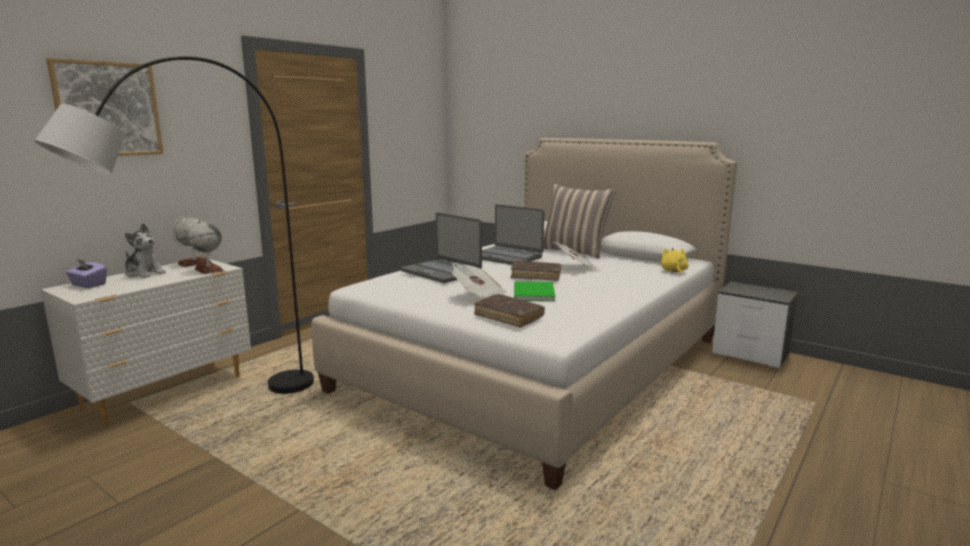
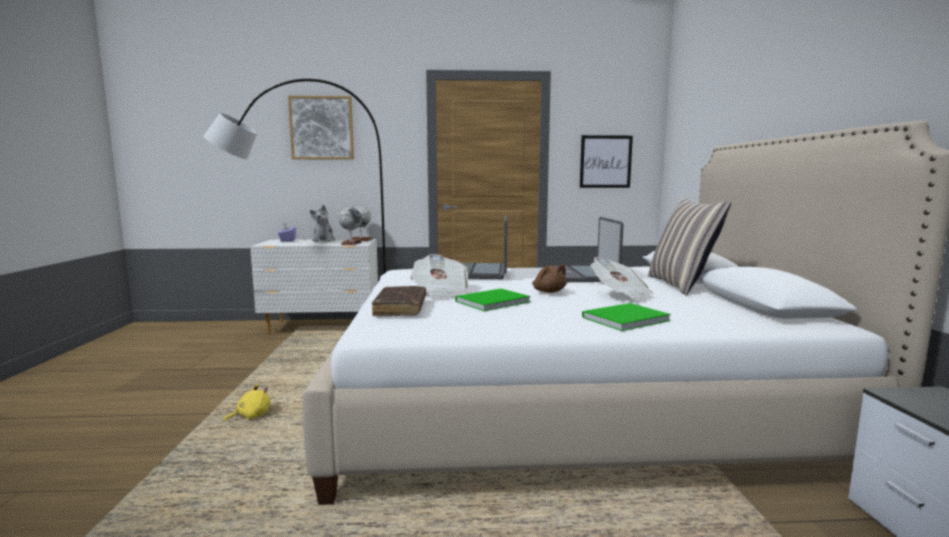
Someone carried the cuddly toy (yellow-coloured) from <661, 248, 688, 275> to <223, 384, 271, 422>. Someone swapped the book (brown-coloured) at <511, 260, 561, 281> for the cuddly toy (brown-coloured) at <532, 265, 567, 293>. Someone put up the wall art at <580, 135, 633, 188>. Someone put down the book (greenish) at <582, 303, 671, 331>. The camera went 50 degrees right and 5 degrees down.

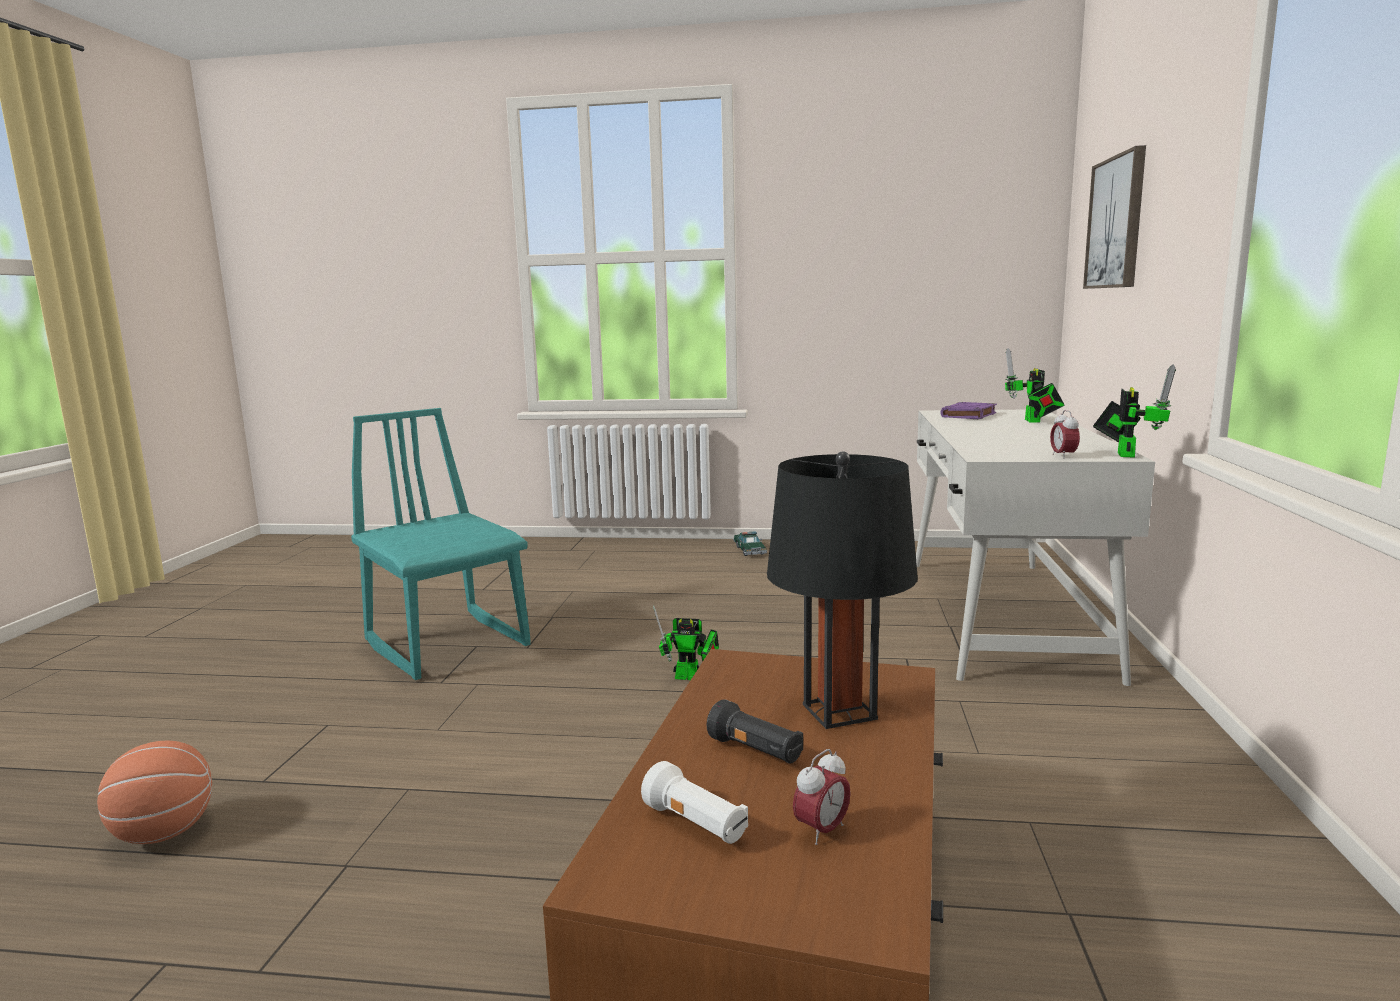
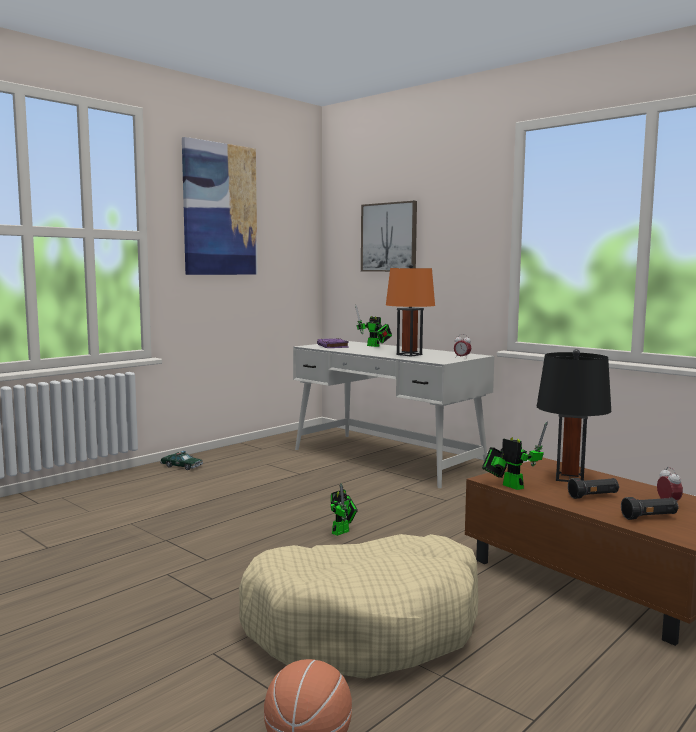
Someone put up the wall art at <182, 137, 258, 275>. Someone put down the dog cushion (beige) at <239, 534, 478, 679>. Someone put down the lamp for a table (orangey) at <386, 264, 435, 357>. Someone carried the robot figure from <1093, 364, 1176, 457> to <482, 421, 548, 490>. Someone repainted the flashlight (white-coloured) at <641, 761, 748, 844>, which became the flashlight (blackish) at <621, 497, 678, 520>. Someone took away the upright chair (blue-green) at <351, 408, 531, 680>. The camera went 55 degrees left and 5 degrees down.

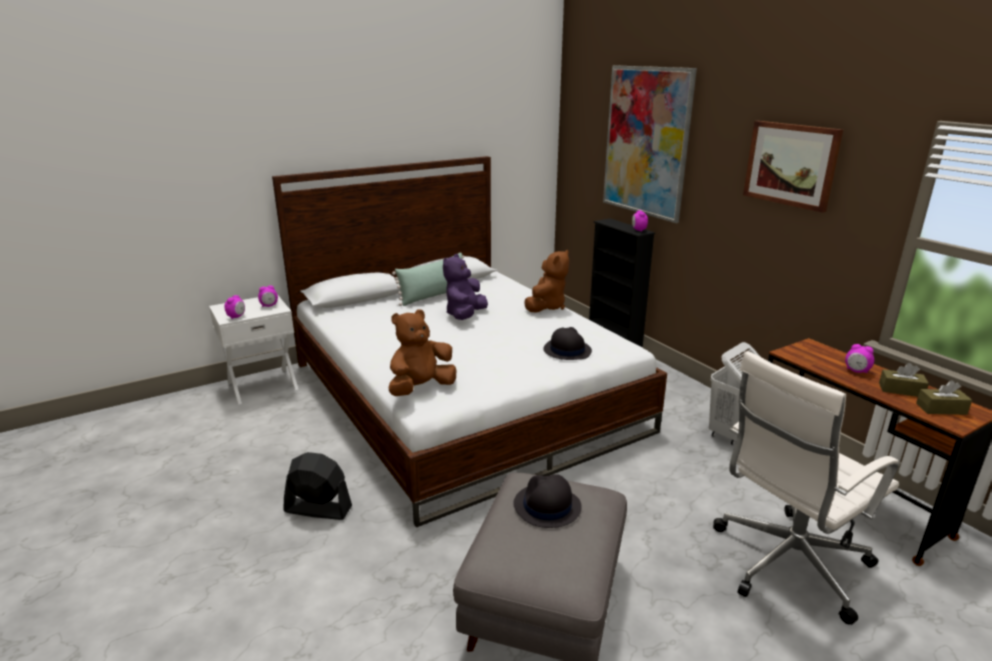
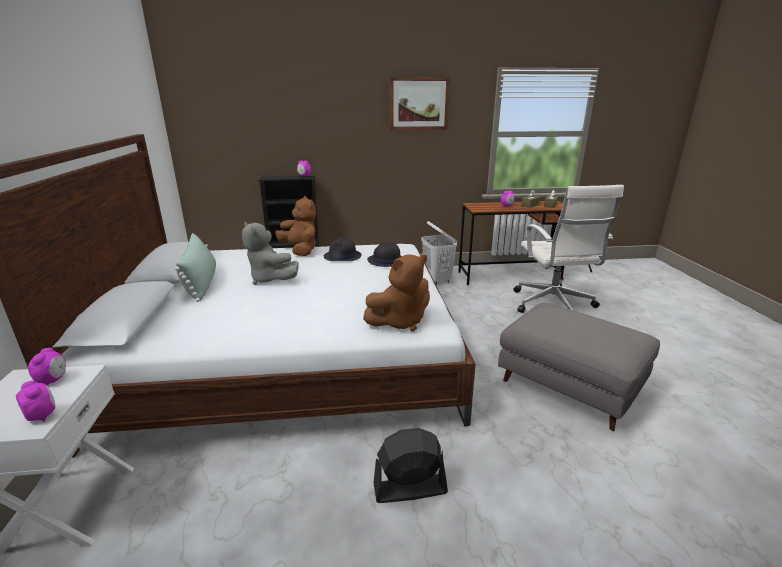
Someone repainted the cuddly toy (purplish) at <443, 254, 488, 320>, which became the cuddly toy (grey) at <242, 222, 299, 285>. Someone carried the clothing hat (blackish) from <513, 474, 582, 528> to <324, 238, 361, 261>. Someone rotated the cuddly toy (brown-coloured) at <389, 309, 456, 396> by 105 degrees counterclockwise. Someone rotated the fan (blackish) at <283, 452, 352, 520> by 45 degrees clockwise. Someone took away the wall art at <603, 65, 697, 223>. The camera went 65 degrees left and 0 degrees up.

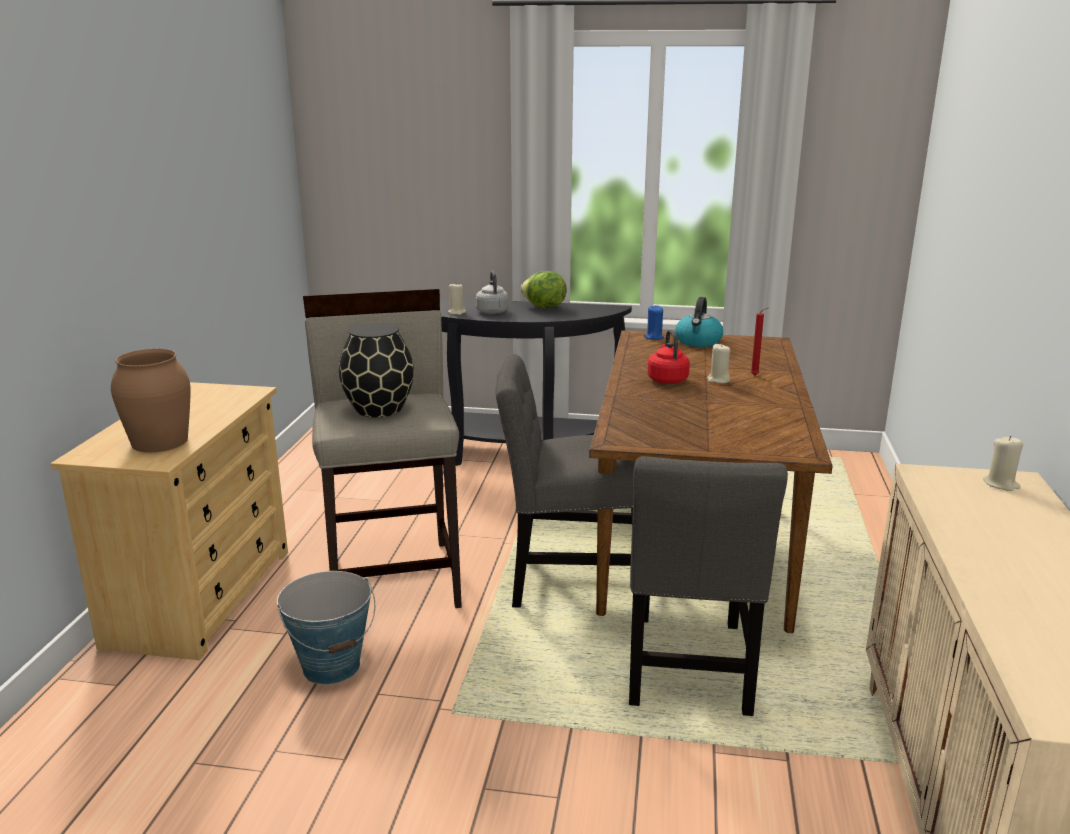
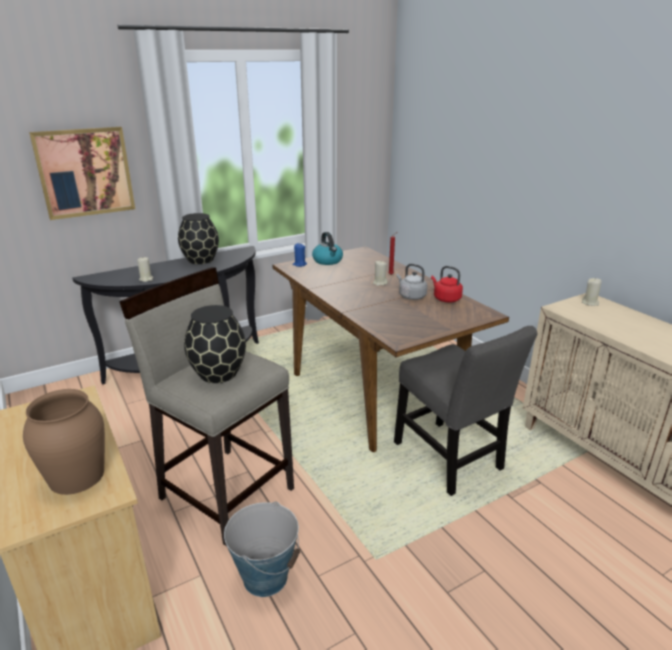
Someone put up the wall art at <29, 127, 135, 220>. Someone swapped the lettuce at <521, 271, 567, 308> for the decorative vase (blackish) at <178, 213, 219, 264>. Someone carried the water kettle (grey) from <476, 271, 509, 314> to <396, 264, 428, 300>. Someone carried the water kettle (red) from <647, 330, 690, 384> to <431, 266, 463, 302>. Someone took away the upright chair (grey) at <495, 354, 635, 608>. The camera went 40 degrees left and 5 degrees up.

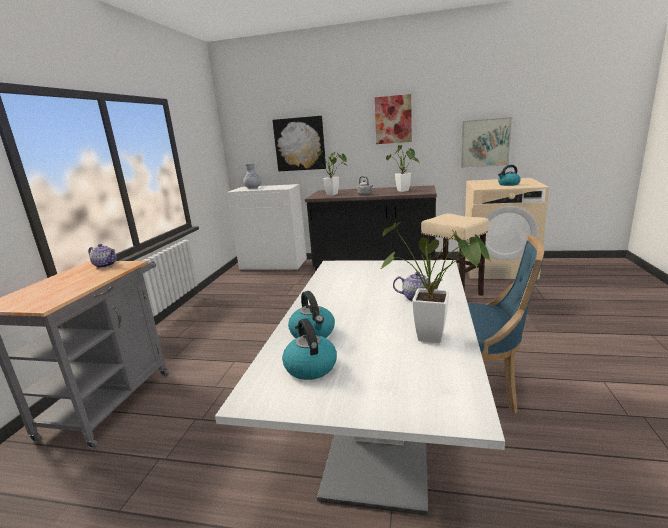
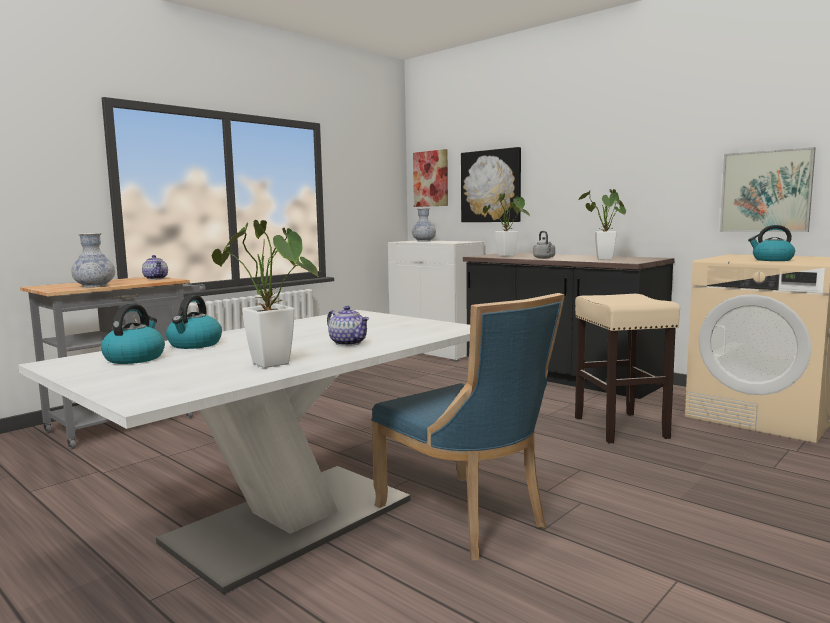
Someone put down the decorative vase at <71, 233, 115, 287>. Someone carried the wall art from <375, 94, 412, 144> to <413, 149, 448, 207>. The camera went 30 degrees right and 10 degrees down.

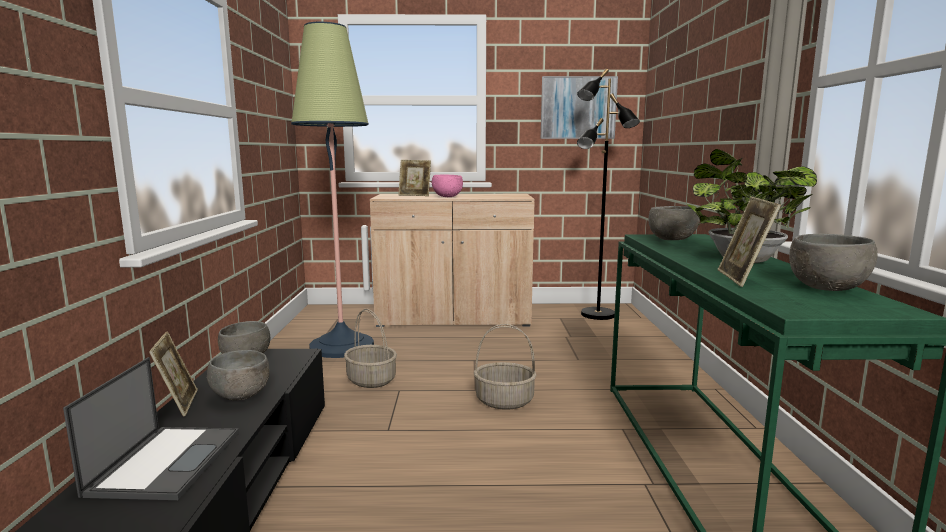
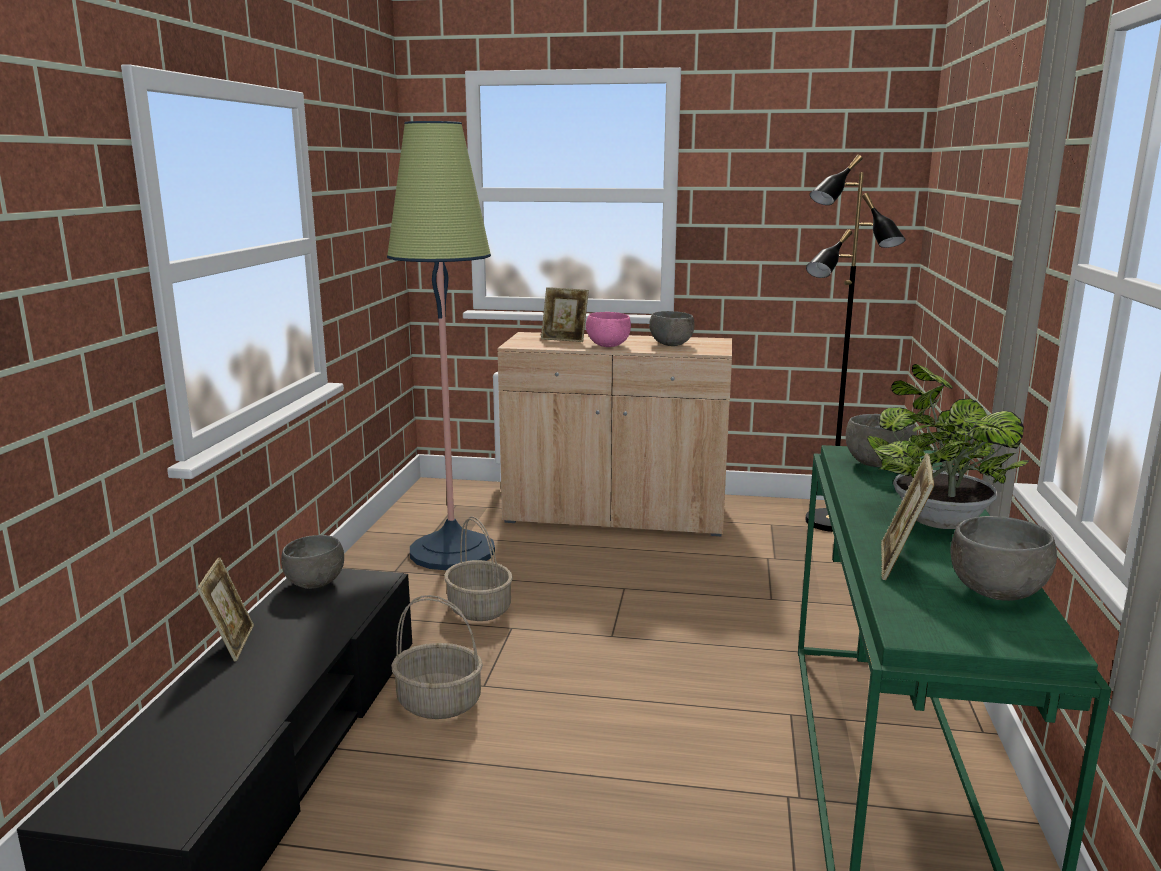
Someone carried the basket from <474, 324, 537, 410> to <391, 595, 483, 719>. Someone carried the serving bowl (grey) from <207, 350, 270, 401> to <649, 311, 694, 346>. Someone took away the laptop at <63, 357, 239, 500>. Someone took away the wall art at <541, 76, 618, 139>. The camera went 10 degrees right and 5 degrees up.

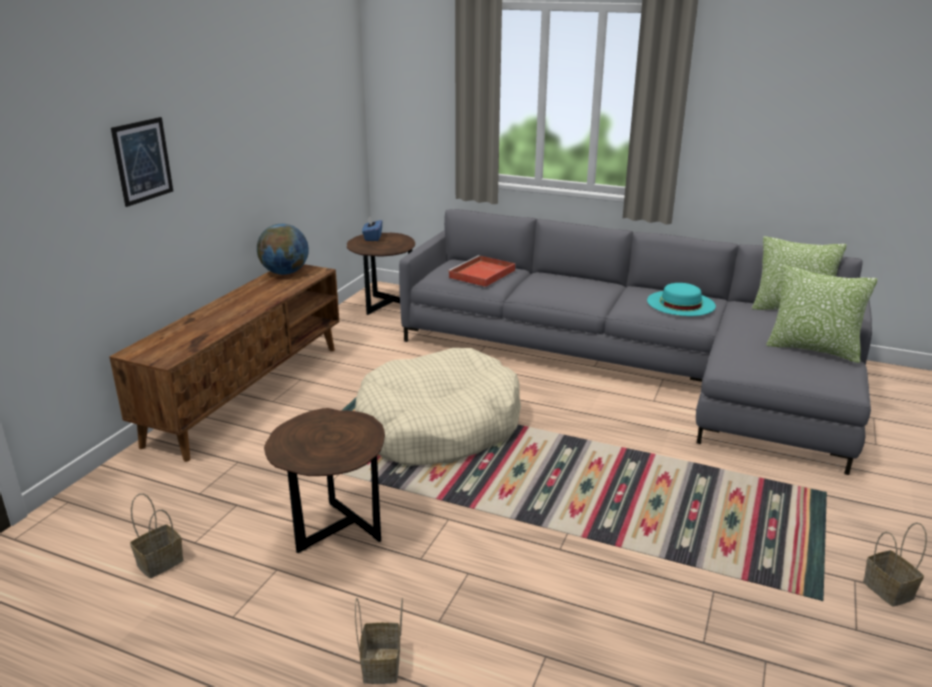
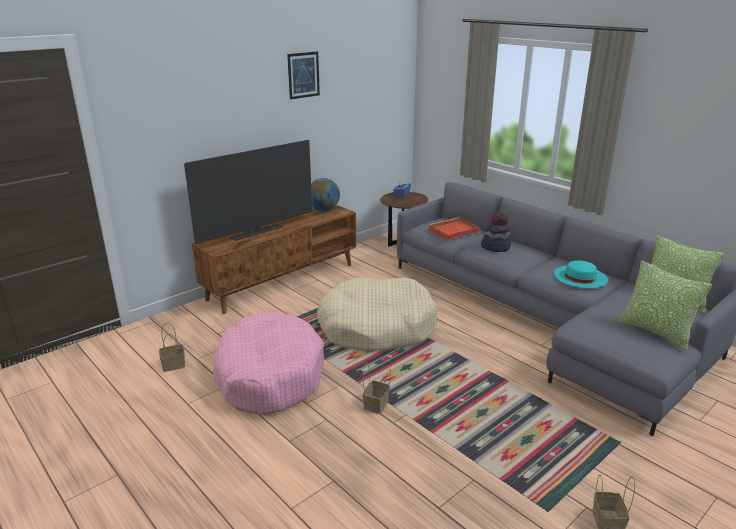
Someone put down the television at <184, 140, 312, 244>. Someone swapped the side table (brown-coloured) at <264, 408, 385, 553> for the dog cushion (pink) at <213, 311, 324, 415>. Someone carried the wall art from <111, 117, 173, 207> to <287, 51, 320, 100>. Someone carried the basket from <355, 598, 403, 684> to <363, 362, 391, 414>. Someone put down the clothing hat at <481, 212, 511, 252>. The camera went 25 degrees right and 0 degrees up.

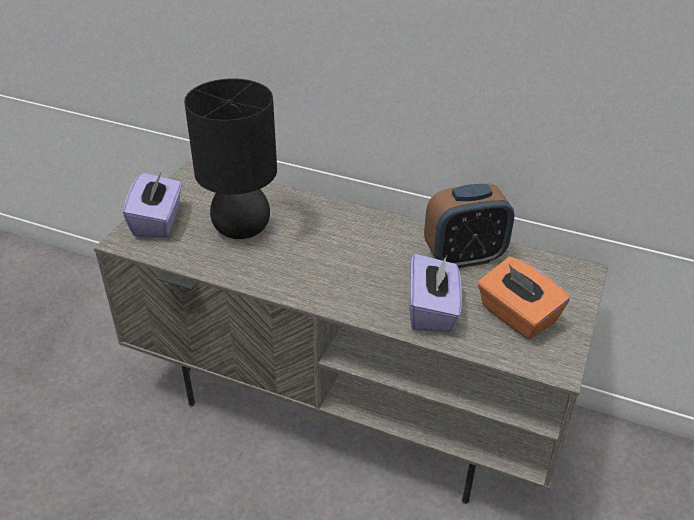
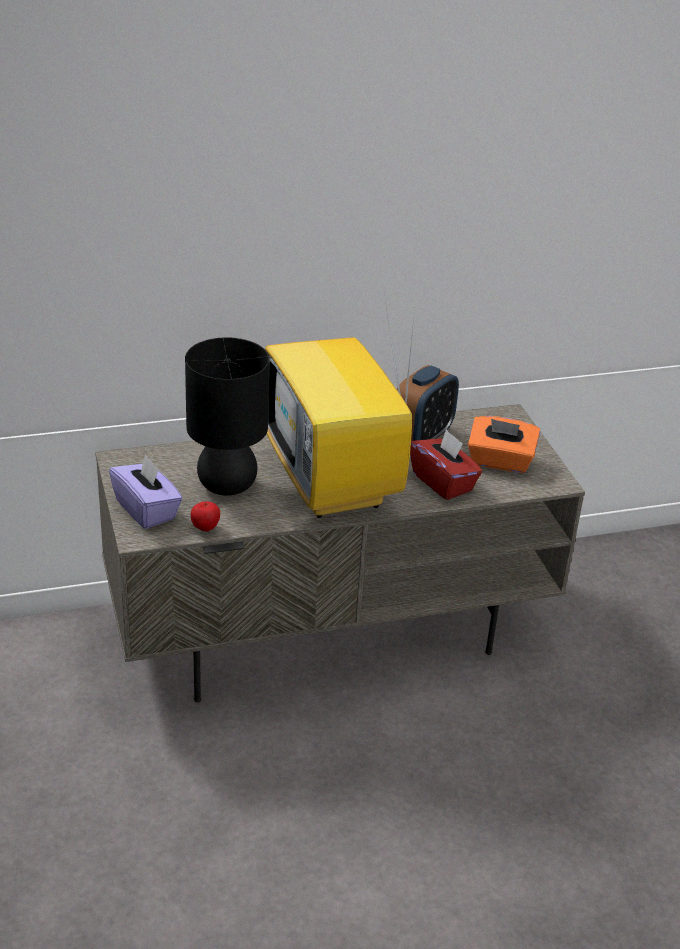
Someone put down the whole apple at <191, 502, 220, 531>. Someone put down the television at <265, 296, 415, 518>. Someone repainted the tissue box (purplish) at <409, 254, 462, 332>, which became the tissue box (red) at <410, 429, 483, 500>. The camera went 40 degrees left and 5 degrees down.

